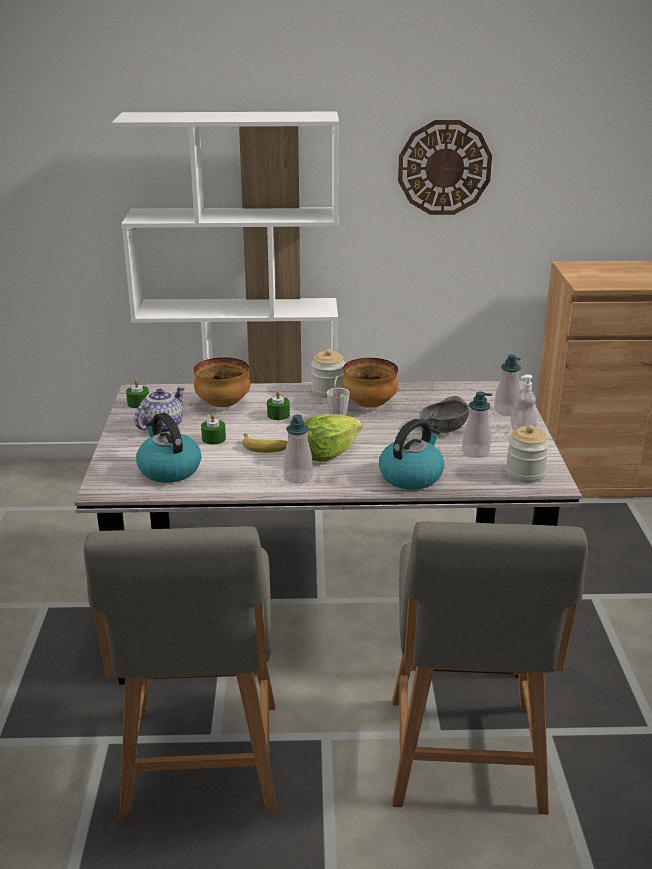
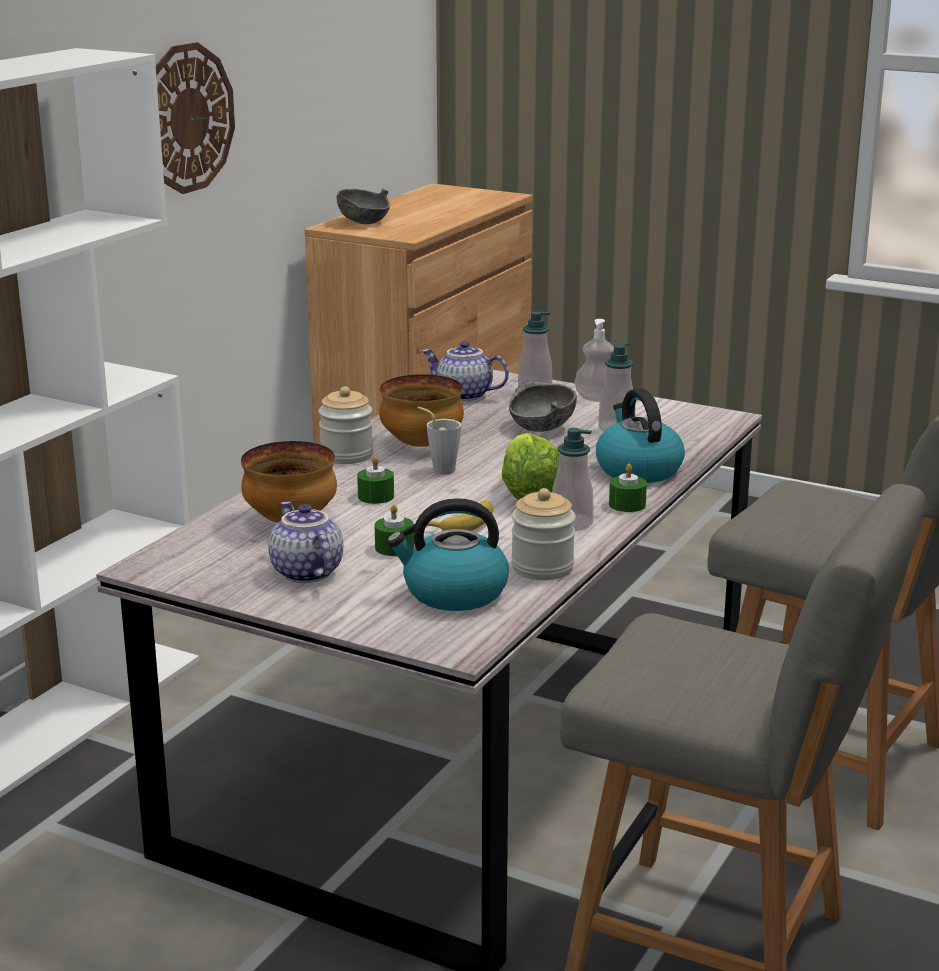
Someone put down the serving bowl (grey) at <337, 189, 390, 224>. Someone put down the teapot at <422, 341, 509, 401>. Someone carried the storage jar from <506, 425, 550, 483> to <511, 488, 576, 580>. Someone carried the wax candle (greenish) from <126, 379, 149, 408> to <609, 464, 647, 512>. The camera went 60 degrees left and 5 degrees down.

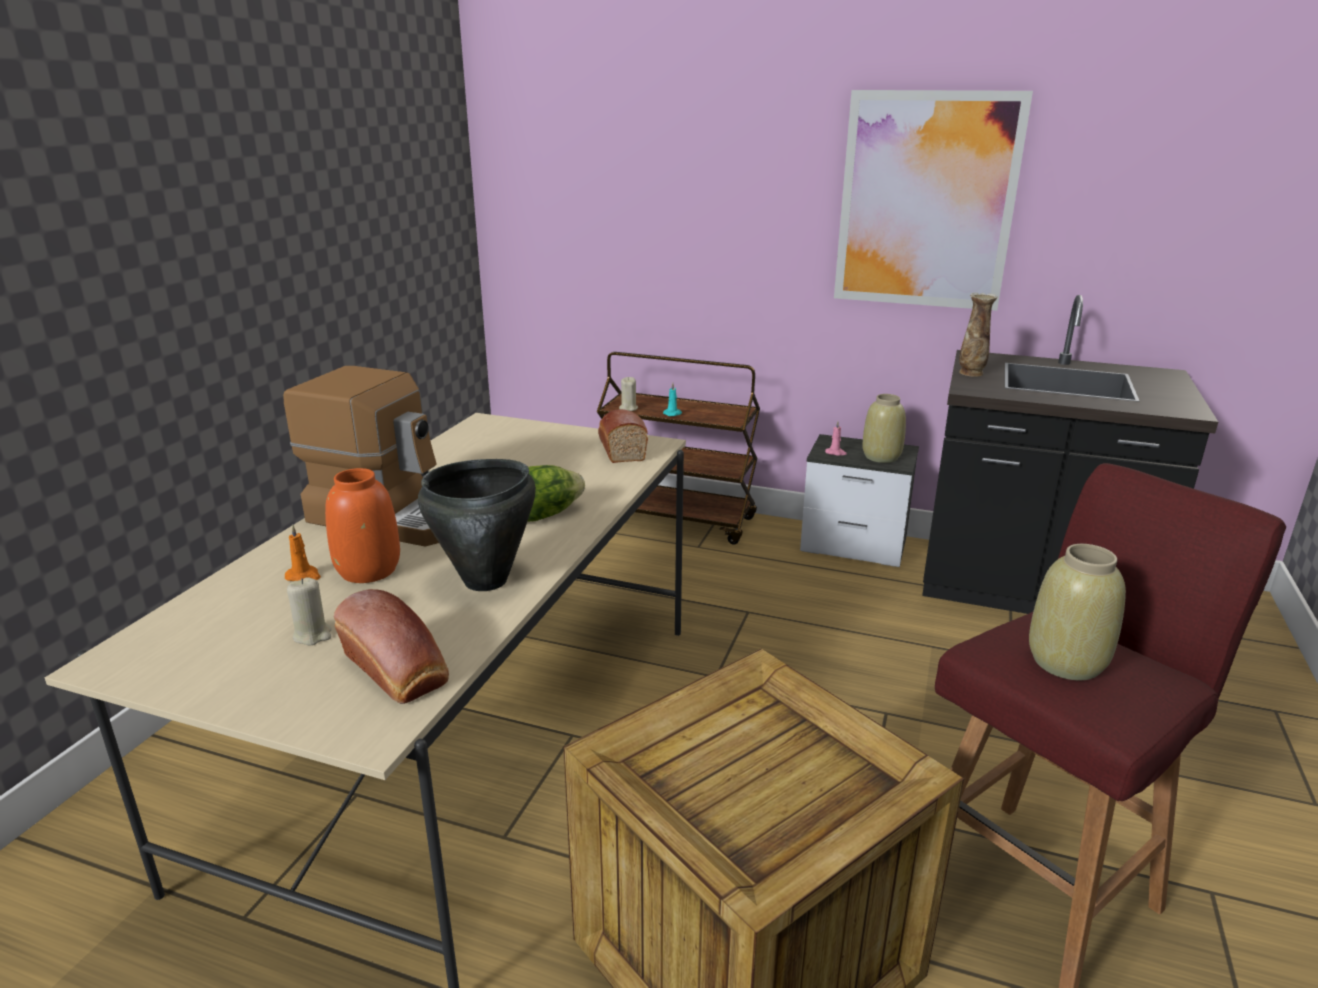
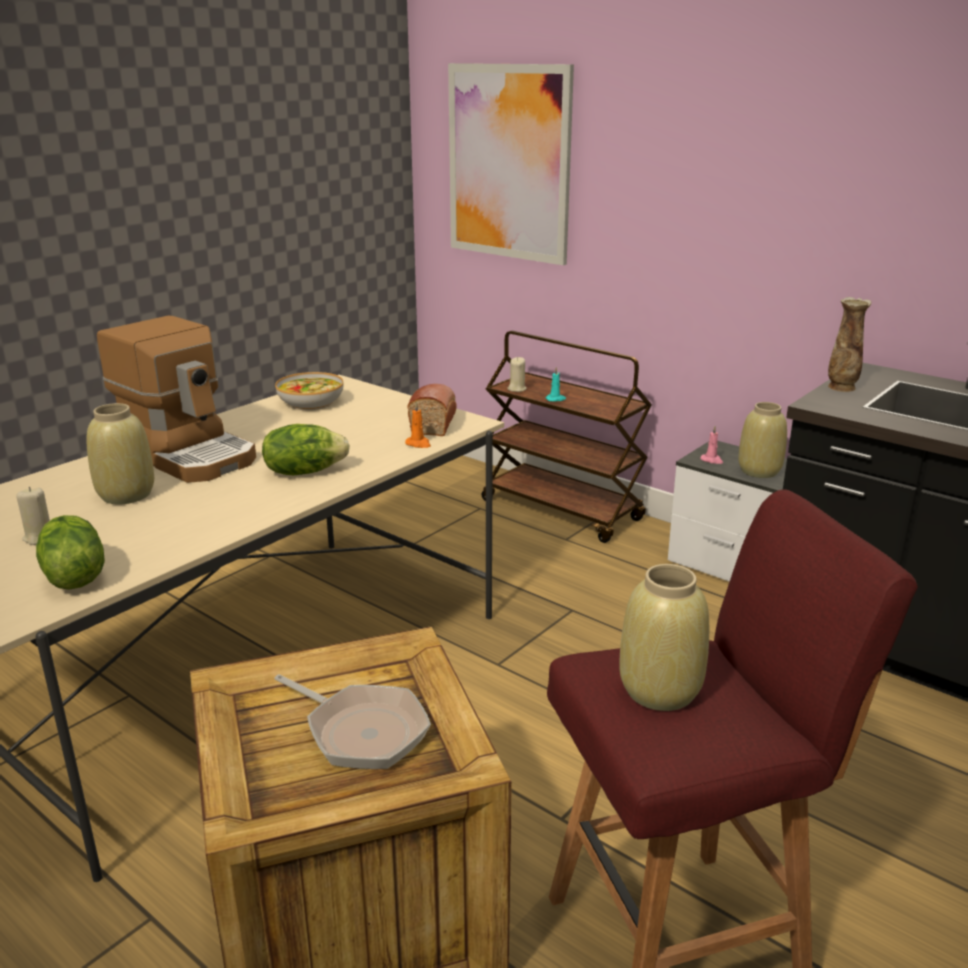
Someone swapped the baked bread at <334, 589, 449, 704> for the lettuce at <36, 515, 105, 590>. Someone repainted the decorative vase (orangey) at <325, 468, 400, 583>, which became the decorative vase (beige) at <87, 403, 154, 504>. Someone put down the frying pan at <274, 674, 431, 769>. Someone put down the serving bowl at <275, 372, 344, 410>. Someone carried the wax candle (orangey) from <285, 525, 321, 581> to <405, 402, 431, 448>. Someone carried the wall art from <834, 90, 1033, 311> to <448, 63, 574, 265>. Someone took away the stockpot (blackish) at <418, 459, 536, 591>. The camera went 20 degrees right and 0 degrees up.

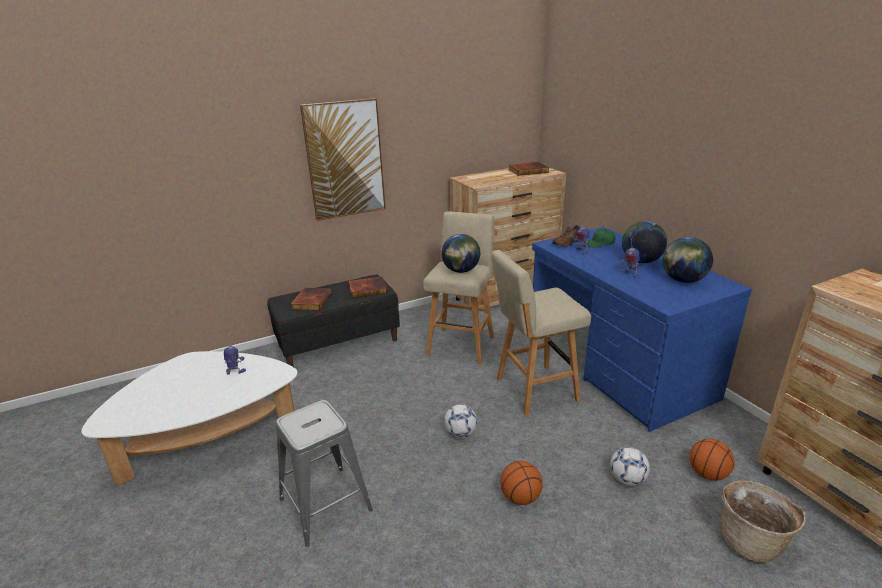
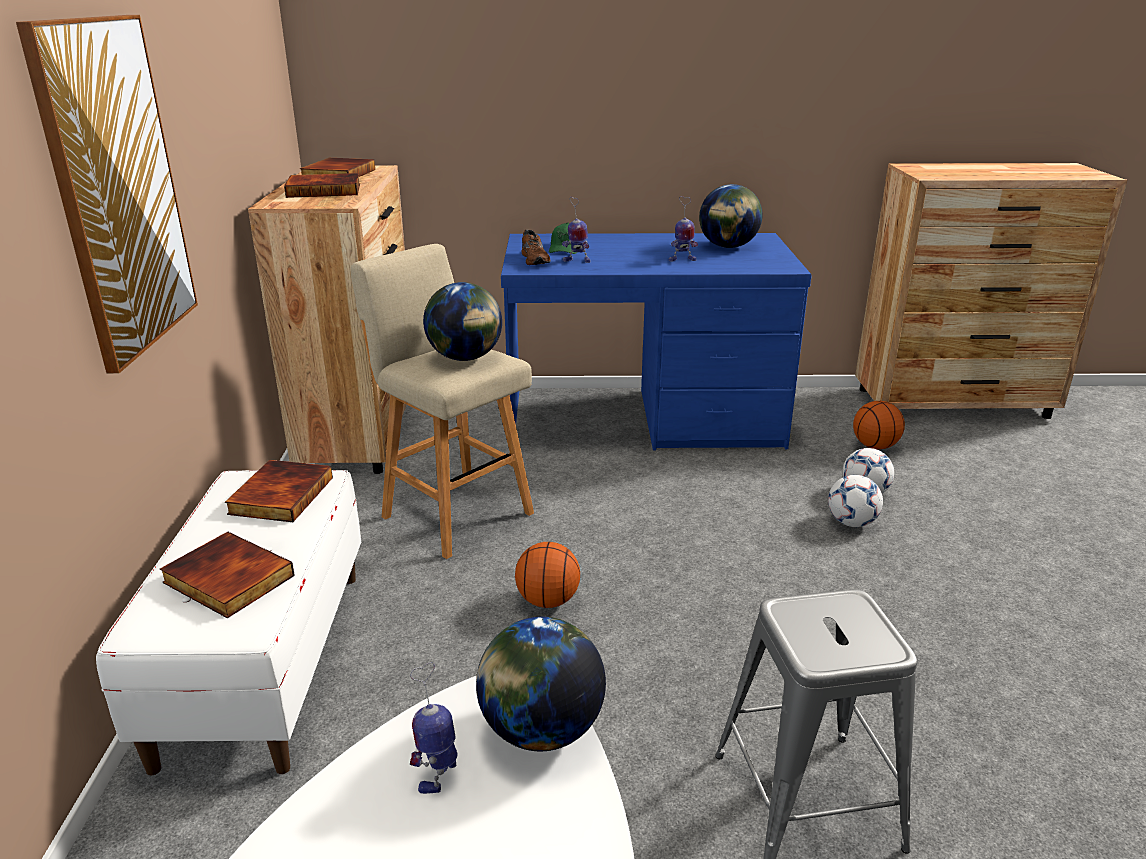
Someone repainted the long seat (blackish) at <268, 274, 400, 367>, which became the long seat (white-coloured) at <96, 470, 361, 775>. Someone put down the book at <284, 173, 360, 198>. Someone carried the globe from <622, 221, 667, 263> to <476, 617, 606, 751>. Someone carried the basketball from <500, 461, 543, 505> to <515, 542, 580, 608>. Someone carried the football ball from <444, 404, 477, 438> to <828, 475, 883, 527>. Someone took away the sitting stool (beige) at <491, 250, 591, 416>. Someone took away the basket at <721, 480, 806, 563>. The camera went 65 degrees left and 0 degrees up.

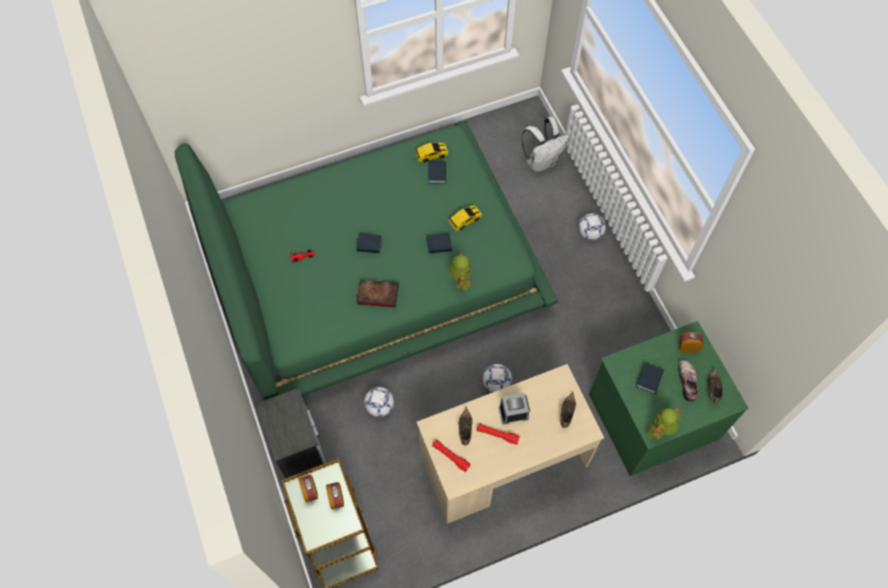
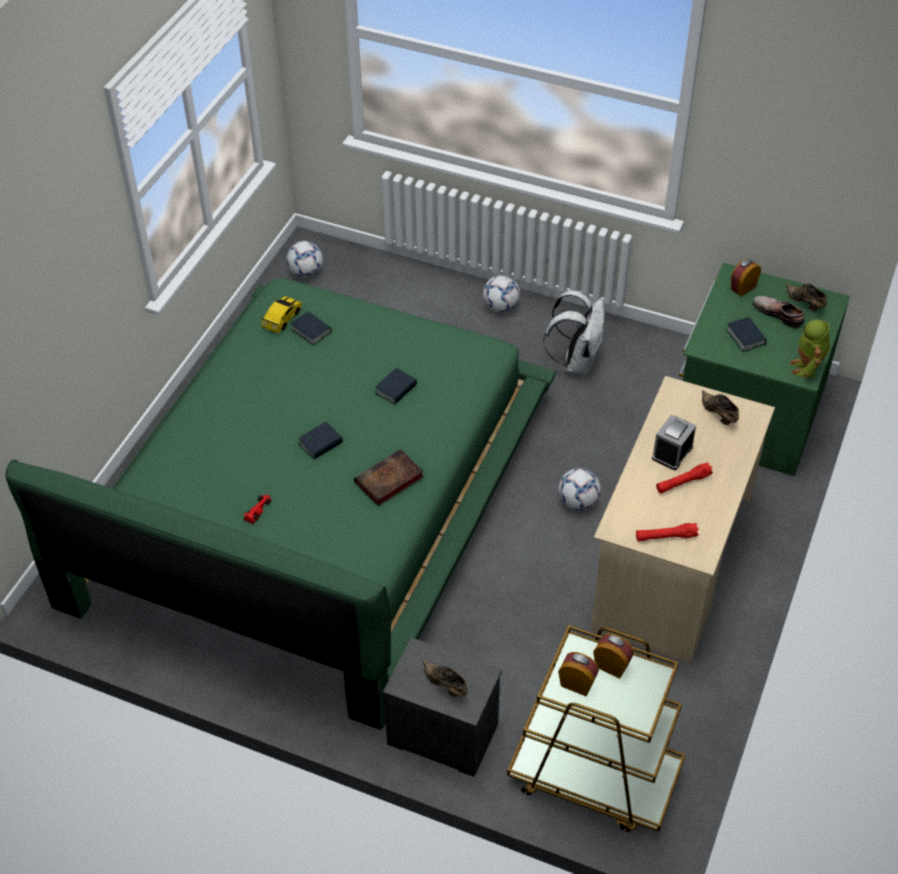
Someone carried the football ball from <364, 387, 394, 417> to <286, 241, 323, 277>. Someone carried the low shoe (brown-coloured) from <458, 407, 473, 446> to <423, 660, 468, 697>. Someone carried the knapsack (white-coloured) from <521, 117, 570, 172> to <543, 290, 605, 376>. Someone took away the toy car at <448, 205, 482, 231>. Someone took away the robot figure at <450, 253, 473, 291>. The camera went 45 degrees left and 15 degrees down.

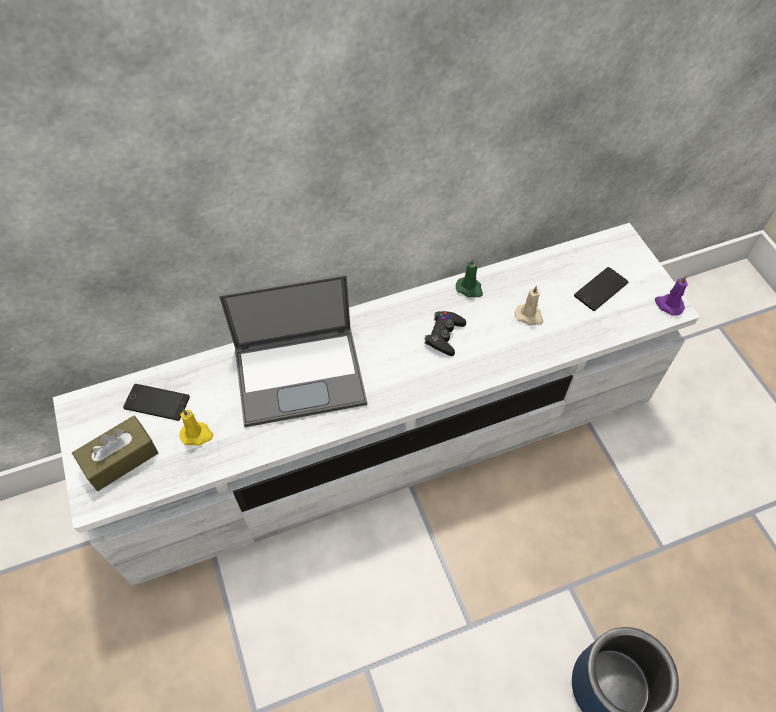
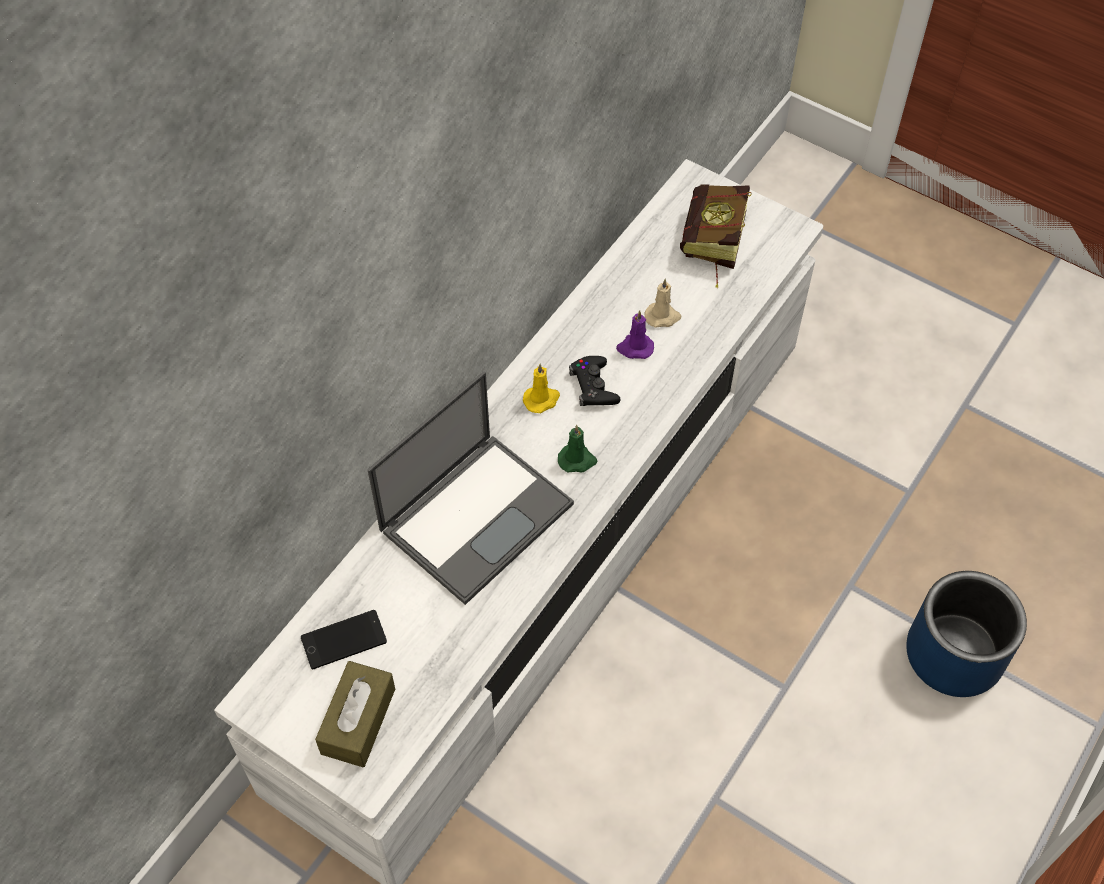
Someone carried the wax candle (yellow-coloured) from <180, 409, 213, 446> to <523, 364, 560, 413>. Someone carried the wax candle (greenish) from <456, 257, 483, 297> to <558, 425, 597, 472>. Someone carried the wax candle (purplish) from <655, 275, 688, 316> to <616, 310, 654, 359>. Someone swapped the phone at <574, 267, 628, 311> for the book at <680, 184, 752, 288>. The camera went 35 degrees left and 0 degrees up.

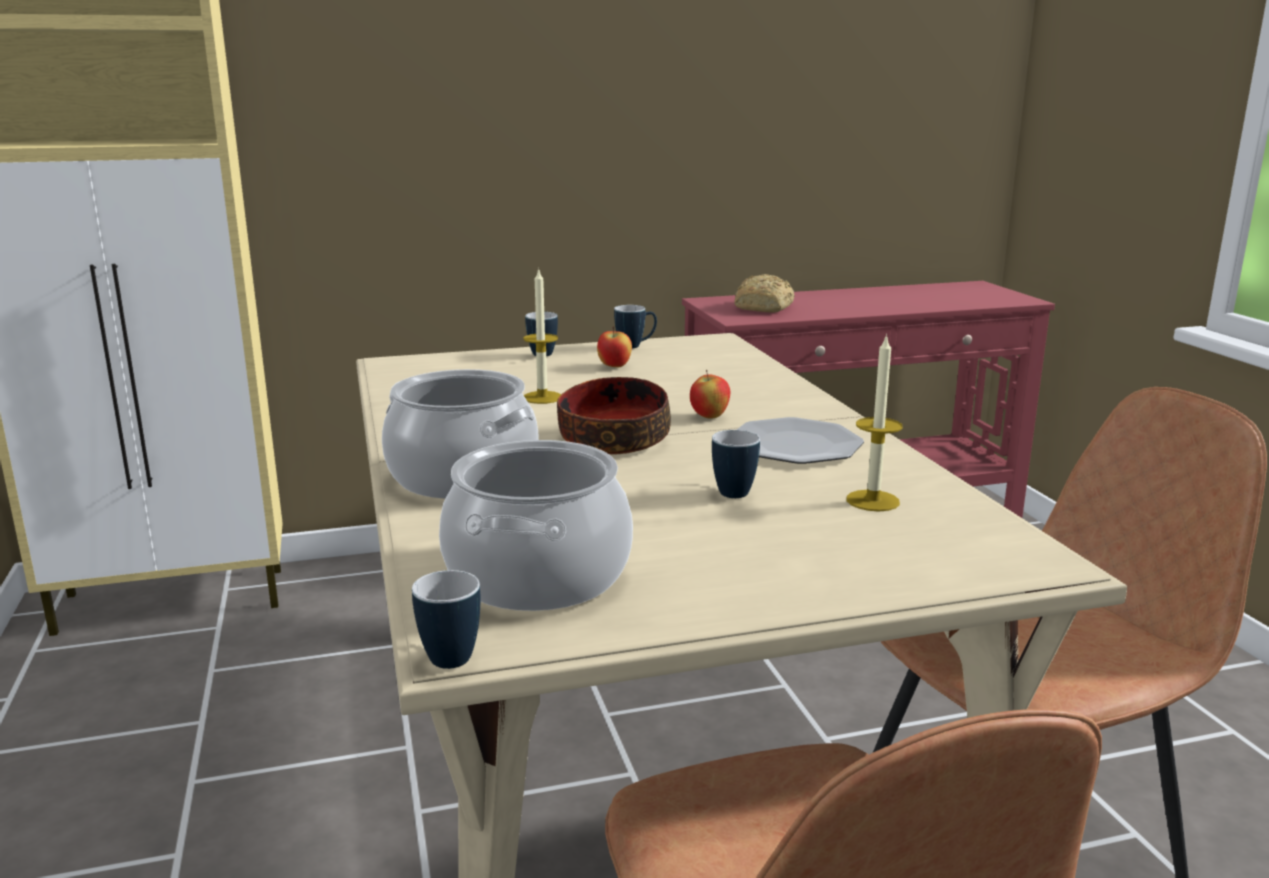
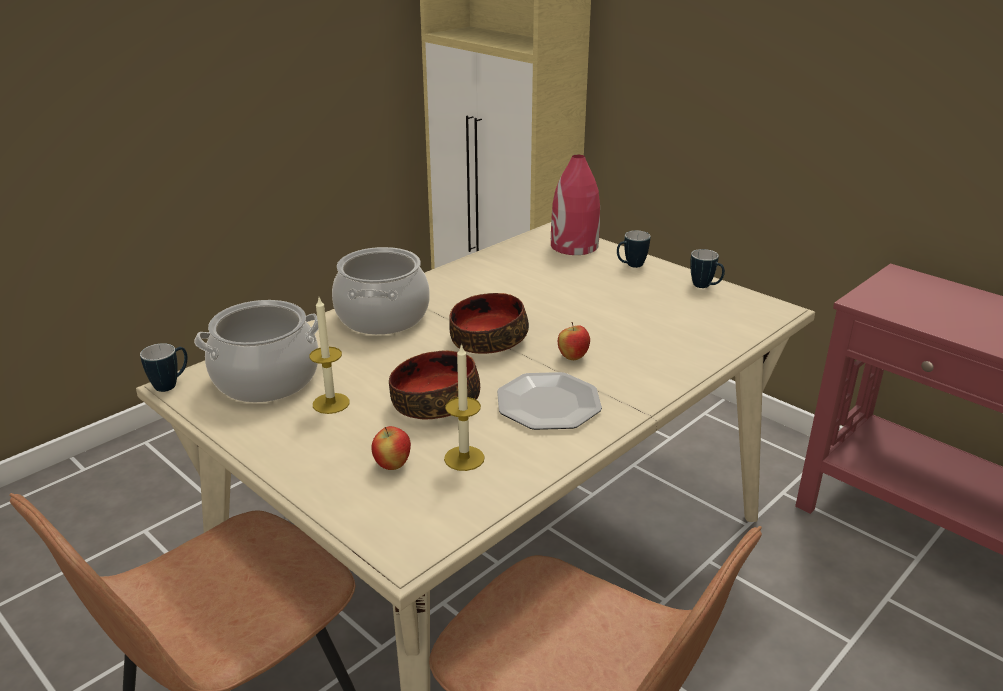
Someone carried the wax candle from <523, 268, 561, 404> to <309, 298, 350, 414>. Someone carried the whole apple from <597, 326, 632, 367> to <371, 426, 411, 470>. Someone swapped the coffee mug at <712, 430, 760, 498> for the serving bowl at <389, 350, 480, 419>. Someone put down the decorative vase (red) at <551, 155, 600, 255>. Someone took away the baked bread at <734, 274, 795, 313>. The camera went 60 degrees right and 10 degrees up.

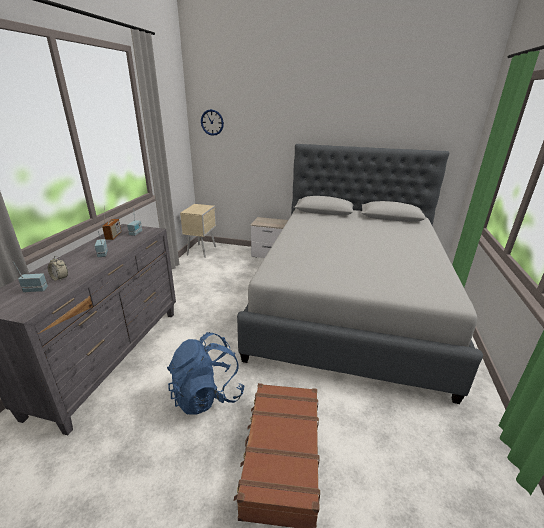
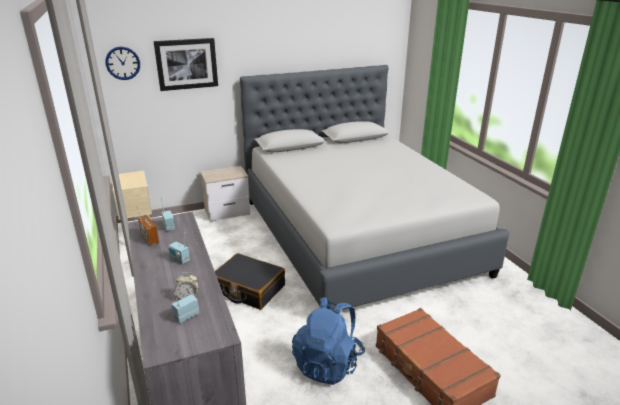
Someone put up the wall art at <153, 38, 218, 91>. Someone put down the travel case (blackish) at <215, 253, 285, 310>. The camera went 35 degrees left and 0 degrees up.

